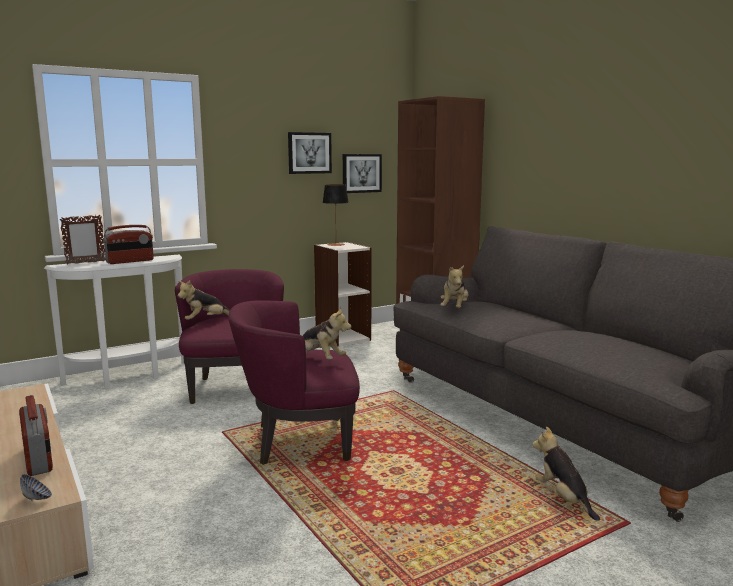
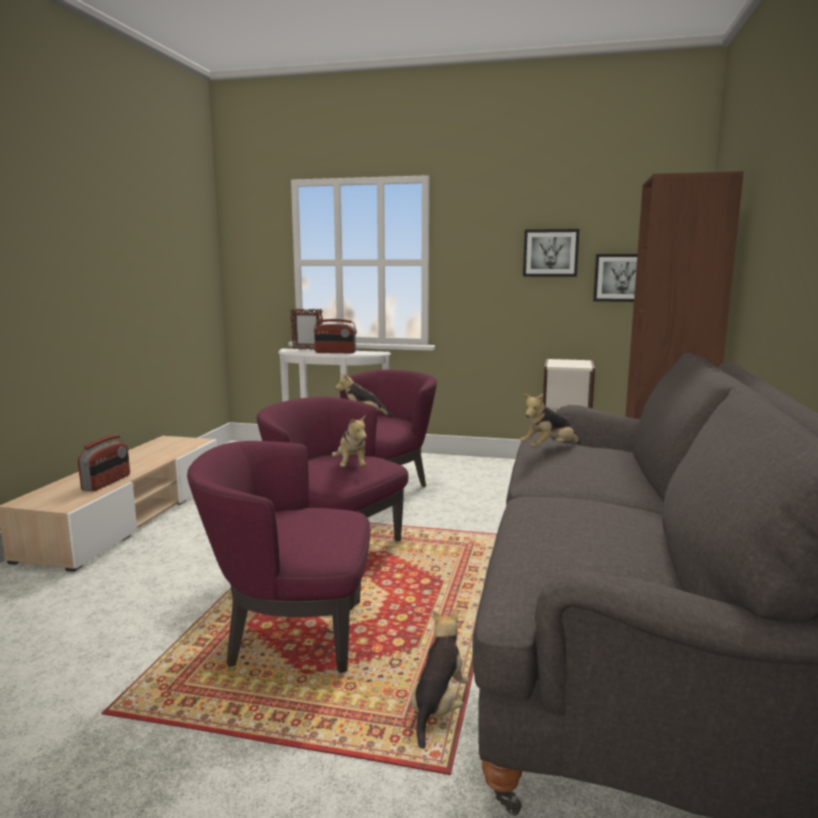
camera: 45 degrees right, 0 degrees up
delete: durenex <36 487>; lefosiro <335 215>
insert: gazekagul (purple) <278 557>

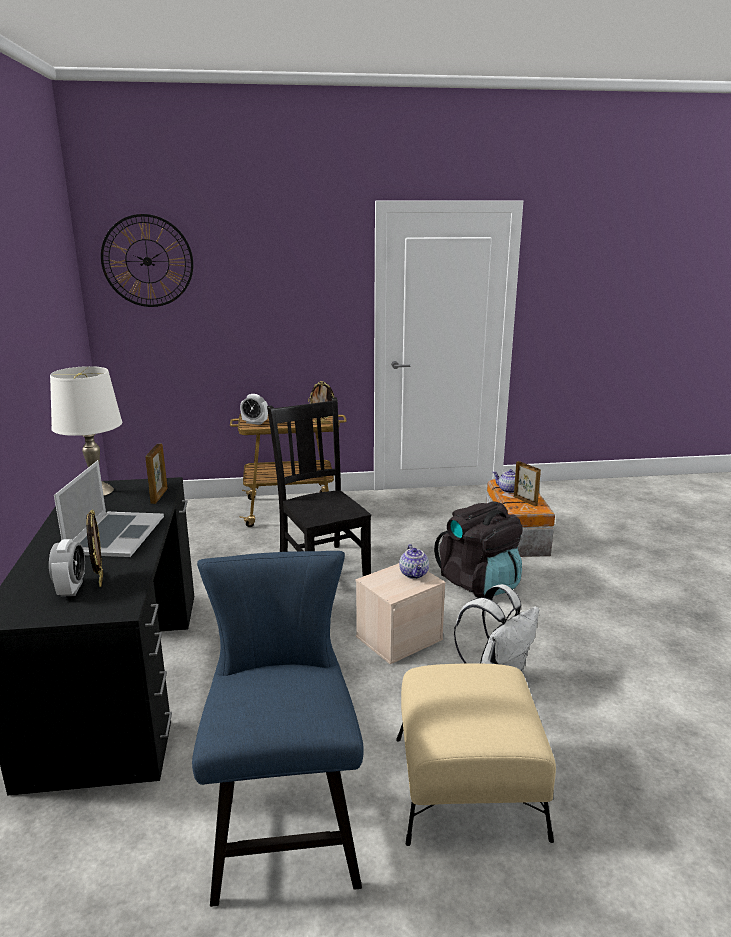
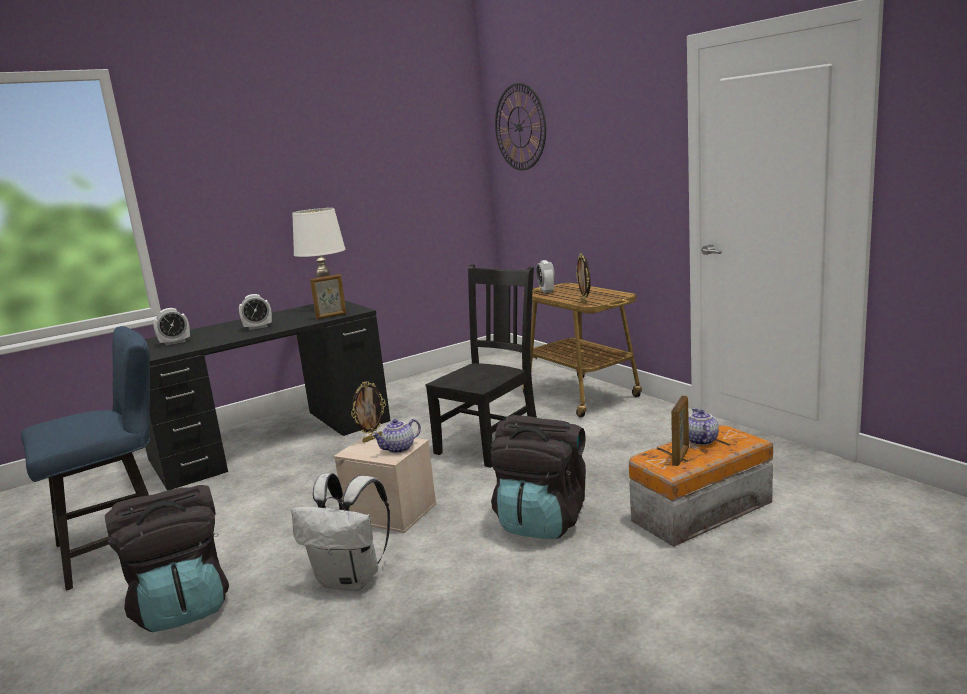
camera: 65 degrees right, 5 degrees down
move: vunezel <94 548> to <368 412>
replace: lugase <109 508> to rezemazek <255 312>; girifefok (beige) <476 754> to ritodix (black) <167 558>

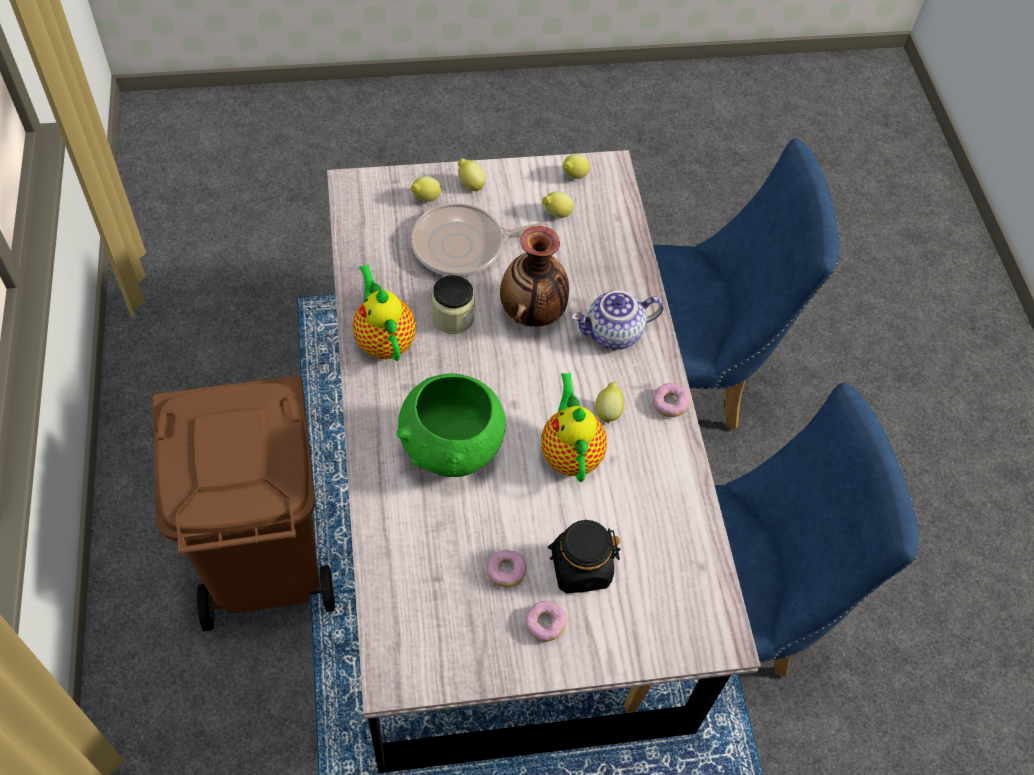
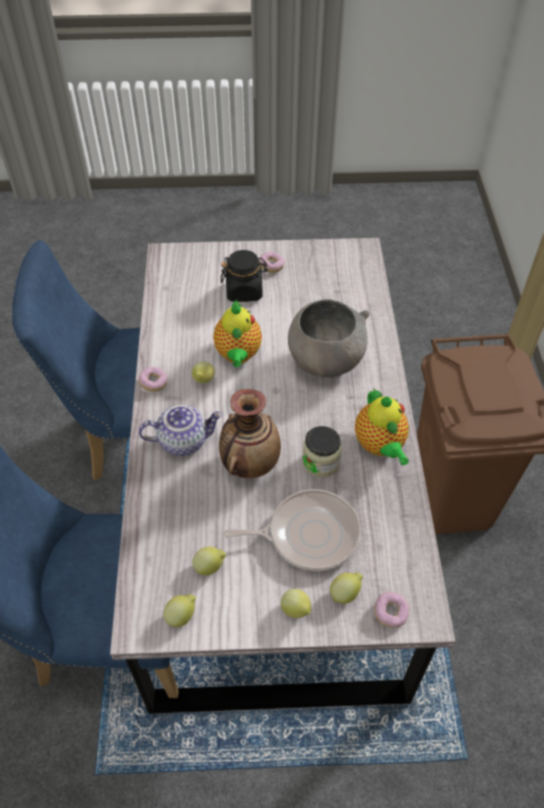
camera: 170 degrees left, 5 degrees down
move: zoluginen <506 568> to <391 610>
recolor: durenex (green) <451 425> to durenex (grey) <328 338>

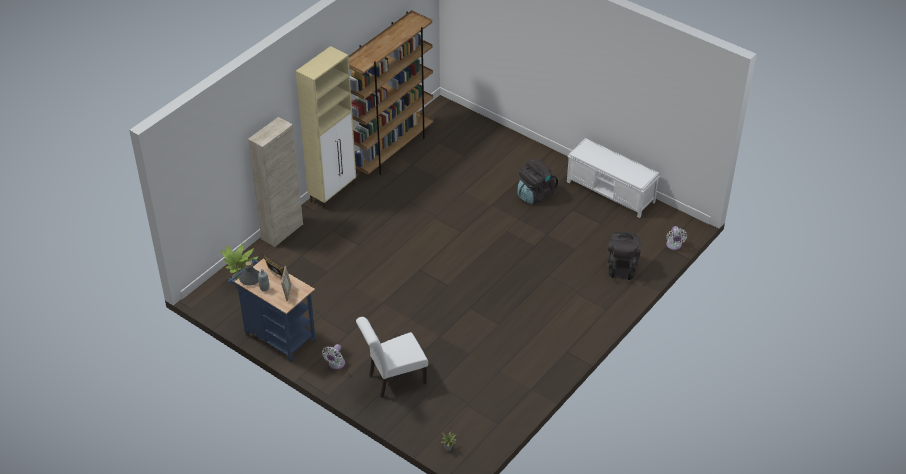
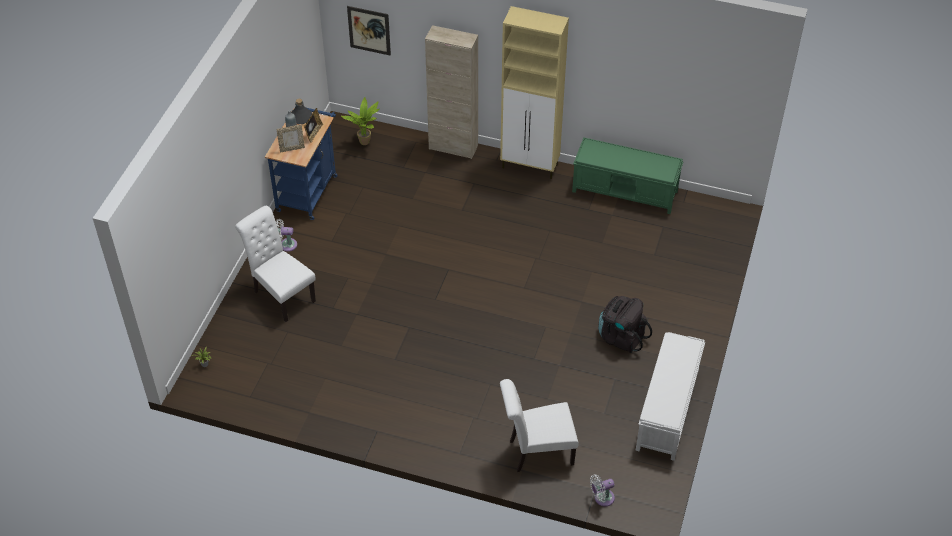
camera: 70 degrees right, 5 degrees up
insert: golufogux <369 31>
replace: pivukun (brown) <391 92> to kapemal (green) <627 175>; ritodix (black) <625 256> to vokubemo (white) <539 425>

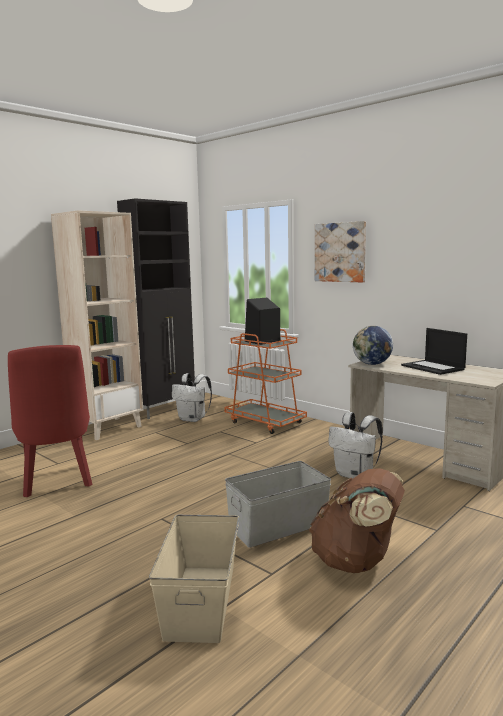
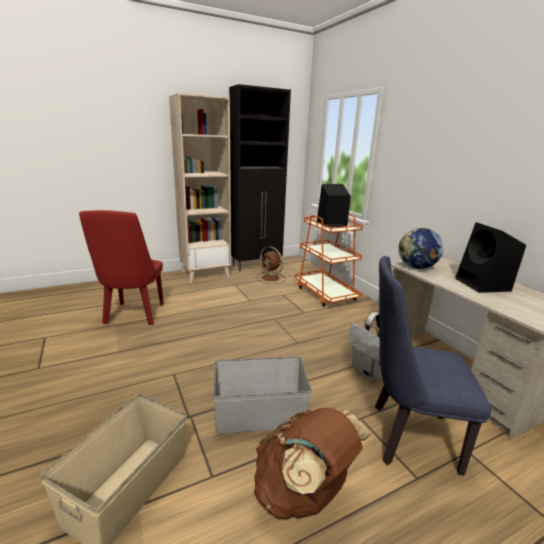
camera: 20 degrees right, 10 degrees up
delete: golufogux <340 251>
insert: vokubemo (blue) <433 366>
replace: ritodix (white) <192 397> to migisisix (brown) <271 265>; lugase <434 351> to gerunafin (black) <490 257>

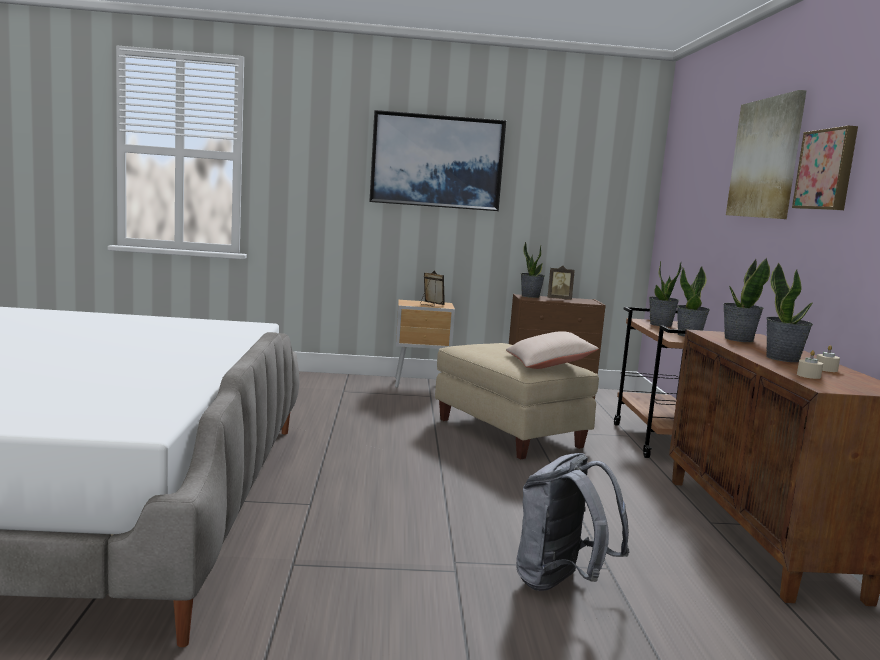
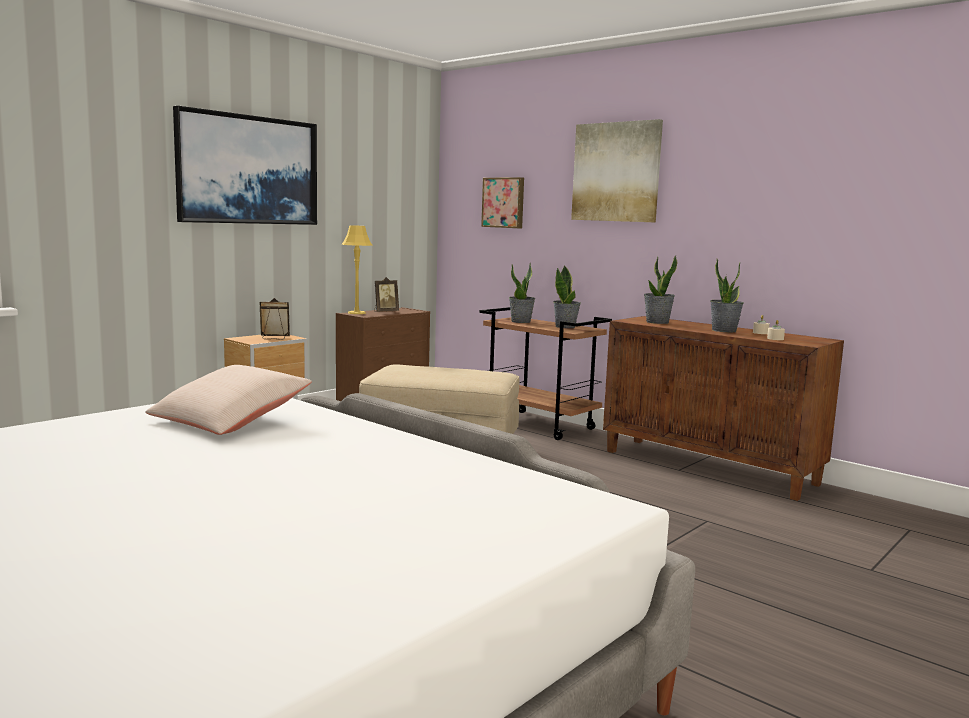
camera: 45 degrees left, 0 degrees up
delete: ritodix (grey) <572 522>
move: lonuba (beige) <552 350> to <228 400>; golufogux <825 168> to <502 202>
replace: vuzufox <532 270> to lefosiro (yellow) <357 269>

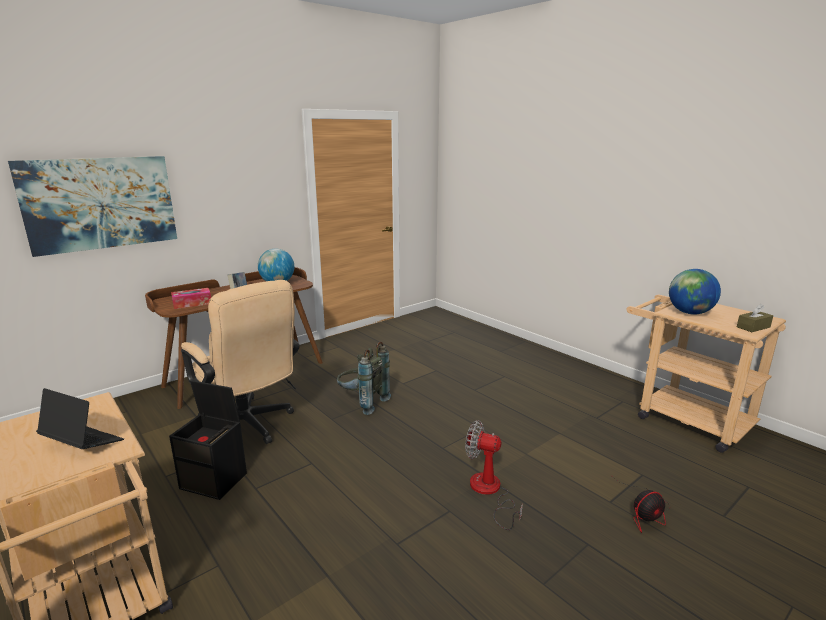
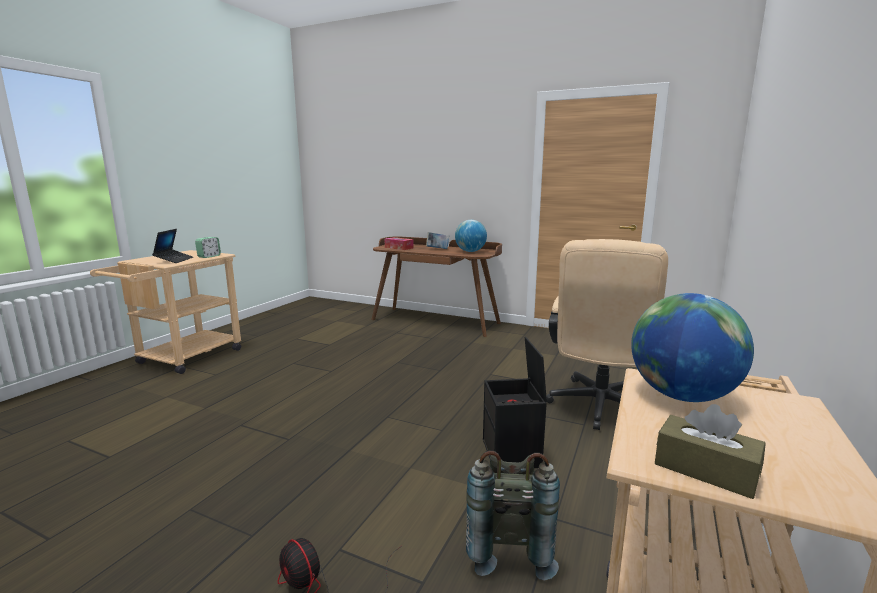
camera: 65 degrees right, 5 degrees down
delete: golufogux <92 206>; migisisix <494 475>
insert: rezemazek <208 247>
move: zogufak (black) <208 440> to <515 402>; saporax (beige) <240 362> to <607 334>; ritodix (grey) <364 378> to <513 515>

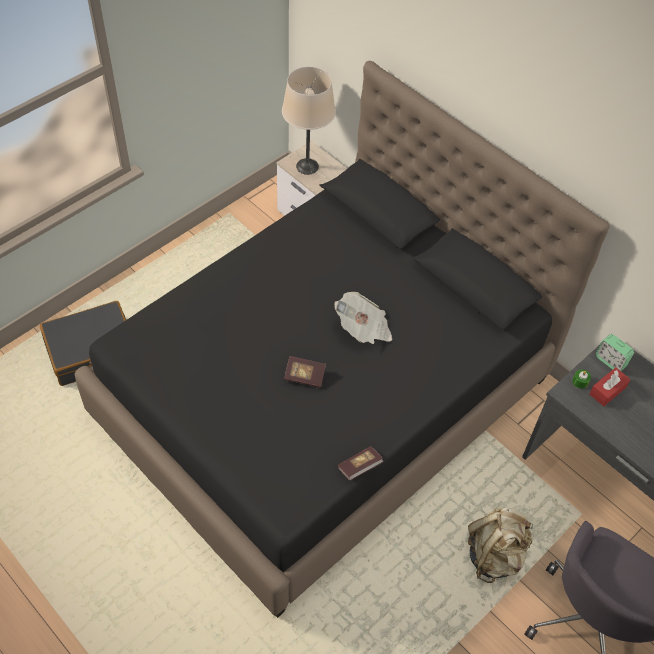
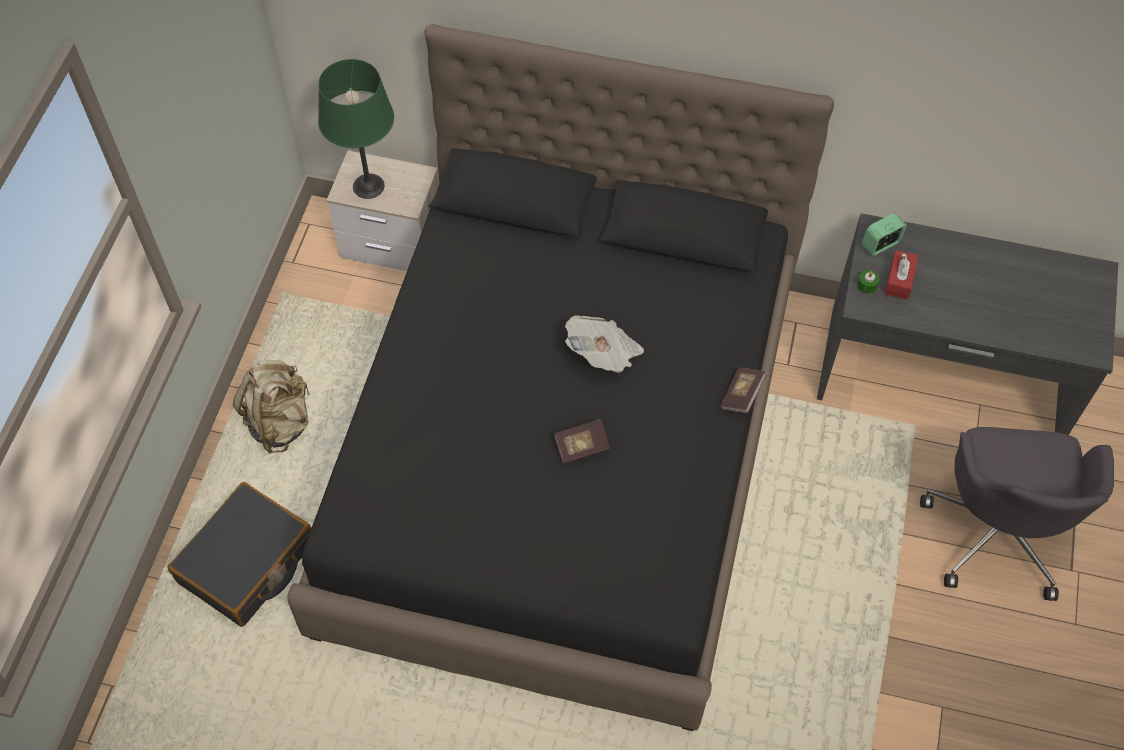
camera: 30 degrees left, 5 degrees up
move: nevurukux <360 463> to <743 390>; ritodix (beige) <500 545> to <271 407>
recolor: lefosiro (beige) <309 121> to lefosiro (green) <356 129>
rotate: rezemazek <615 352> = <884 234> 135 degrees clockwise

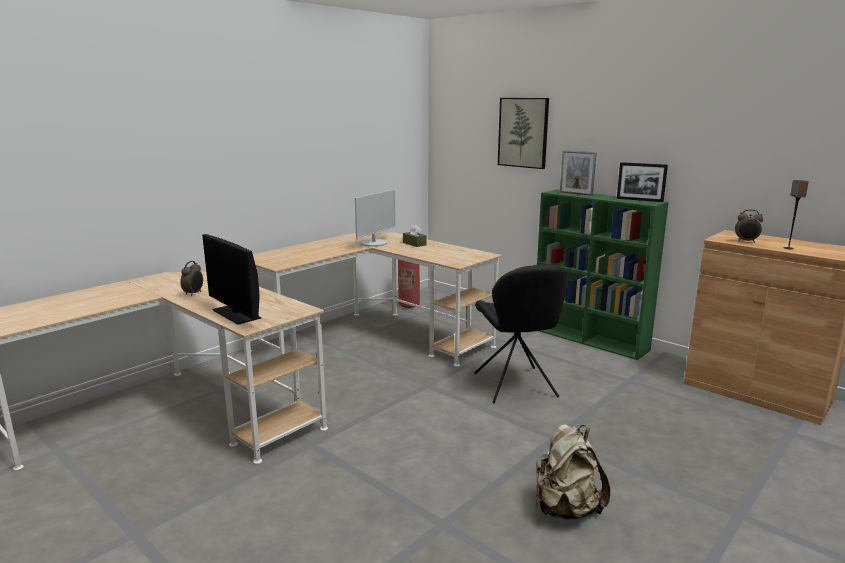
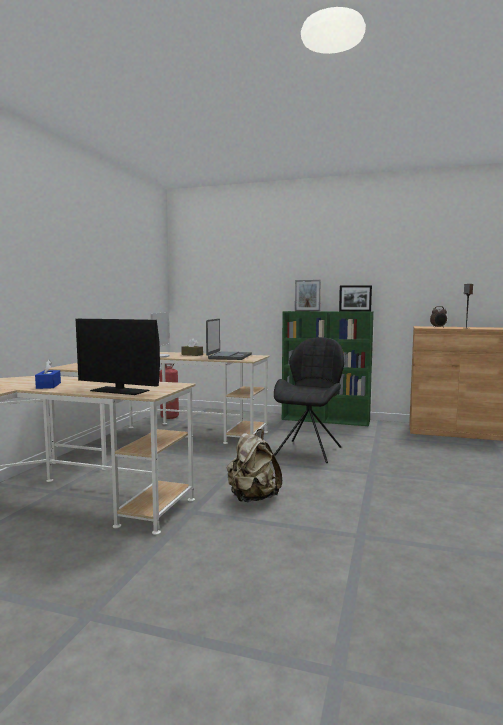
camera: 25 degrees left, 10 degrees down
delete: golufogux <523 133>
insert: lugase <229 339>
move: ritodix (beige) <572 472> to <254 465>
replace: rezemazek <191 278> to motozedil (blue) <48 374>
rotate: vokubemo (black) <521 333> = <309 400> 120 degrees counterclockwise

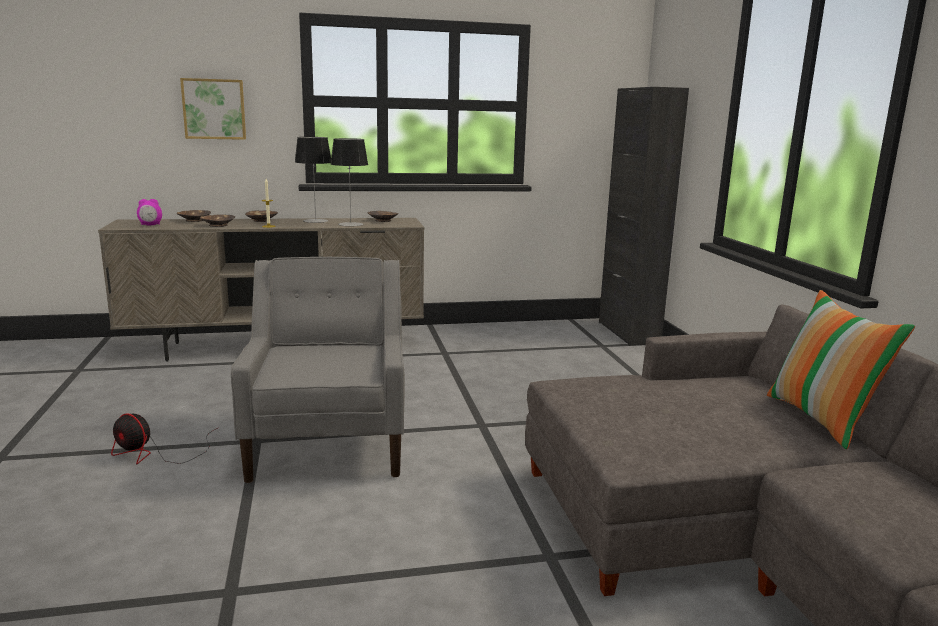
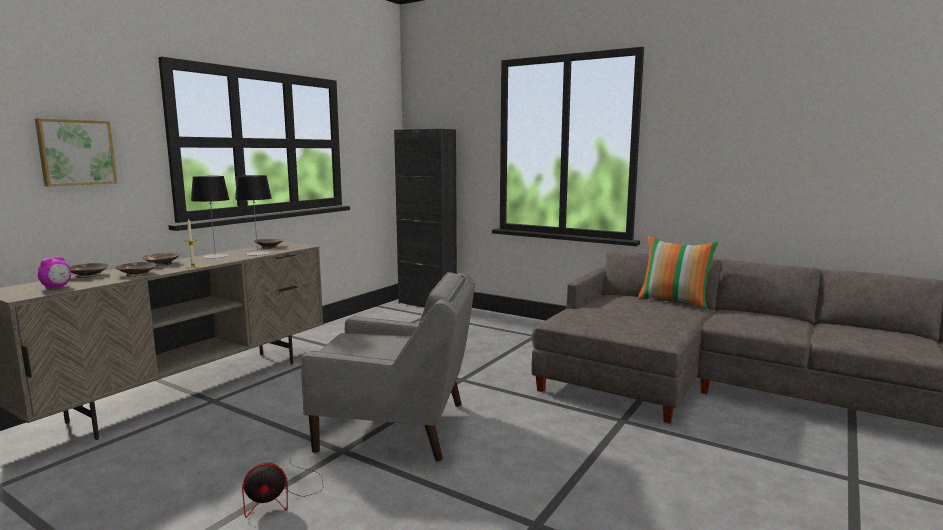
camera: 45 degrees left, 5 degrees down
rotate: gazekagul (grey) <318 370> = <388 366> 150 degrees clockwise

